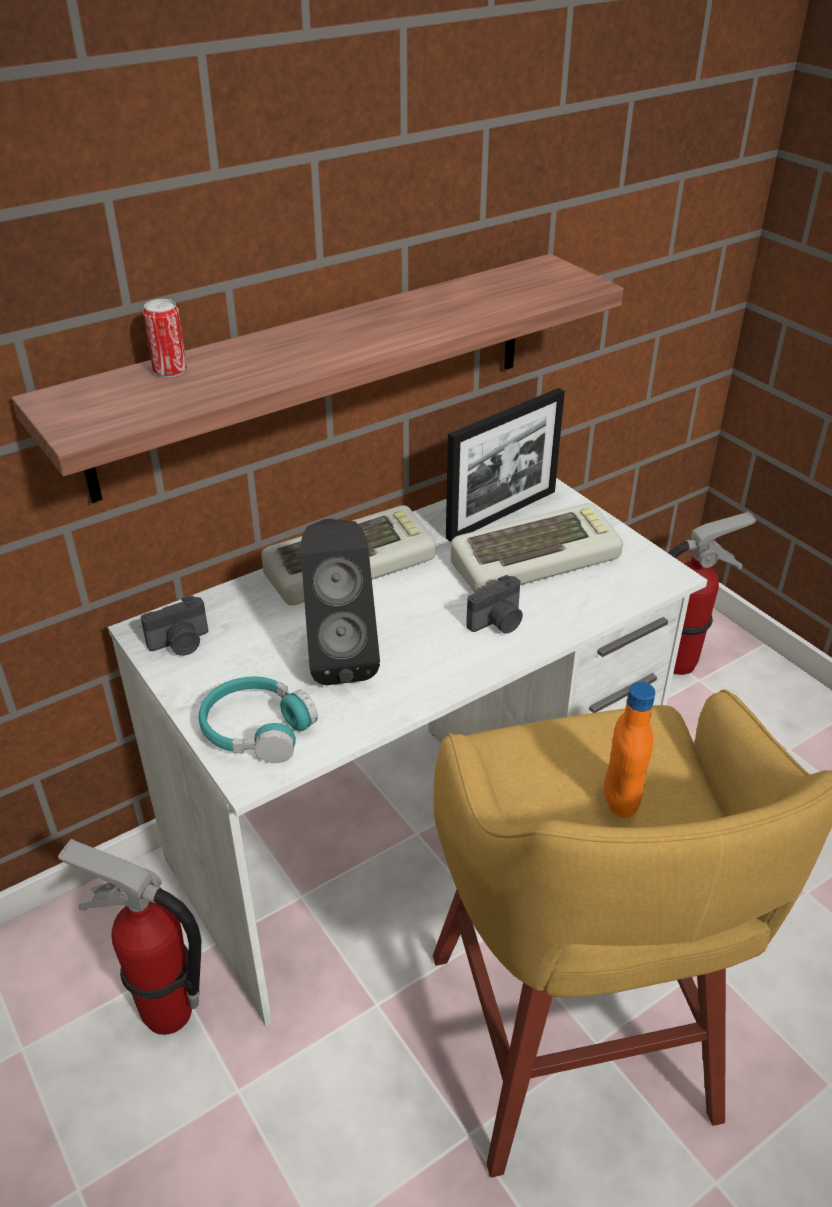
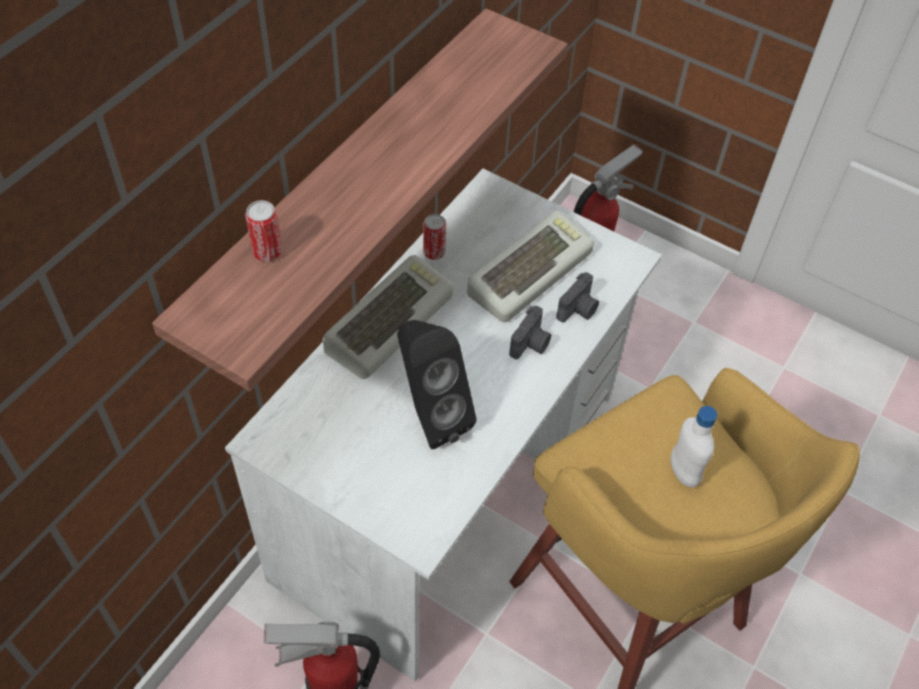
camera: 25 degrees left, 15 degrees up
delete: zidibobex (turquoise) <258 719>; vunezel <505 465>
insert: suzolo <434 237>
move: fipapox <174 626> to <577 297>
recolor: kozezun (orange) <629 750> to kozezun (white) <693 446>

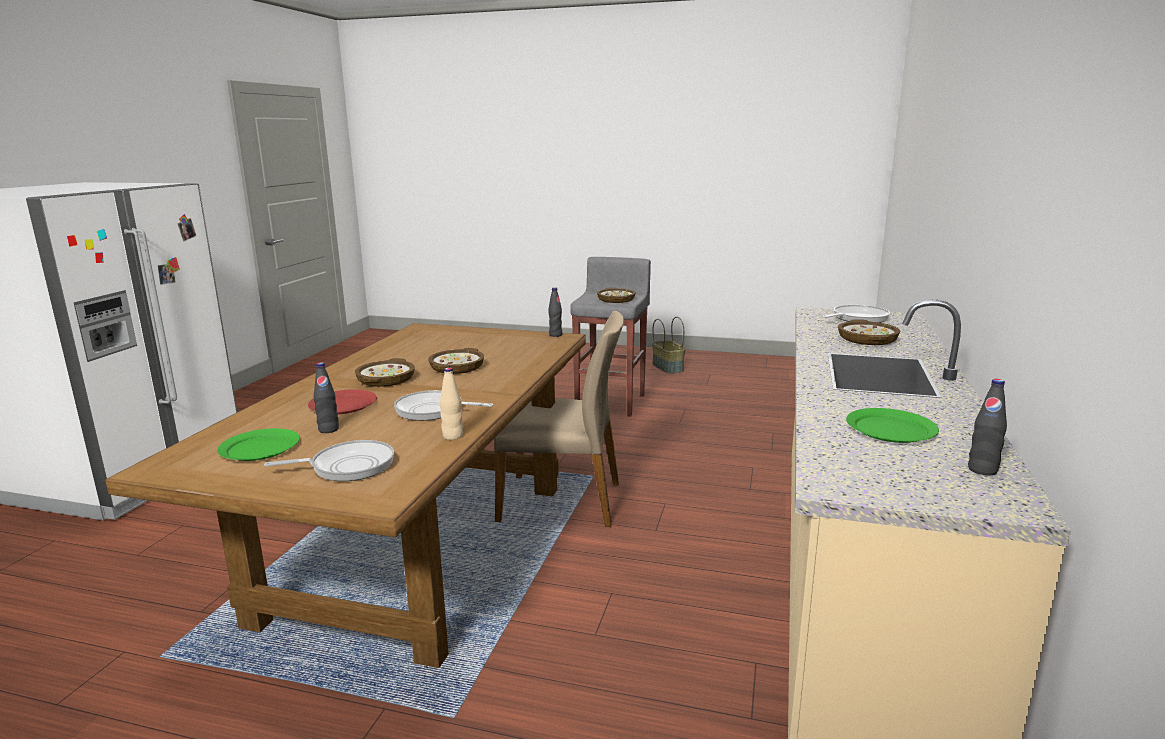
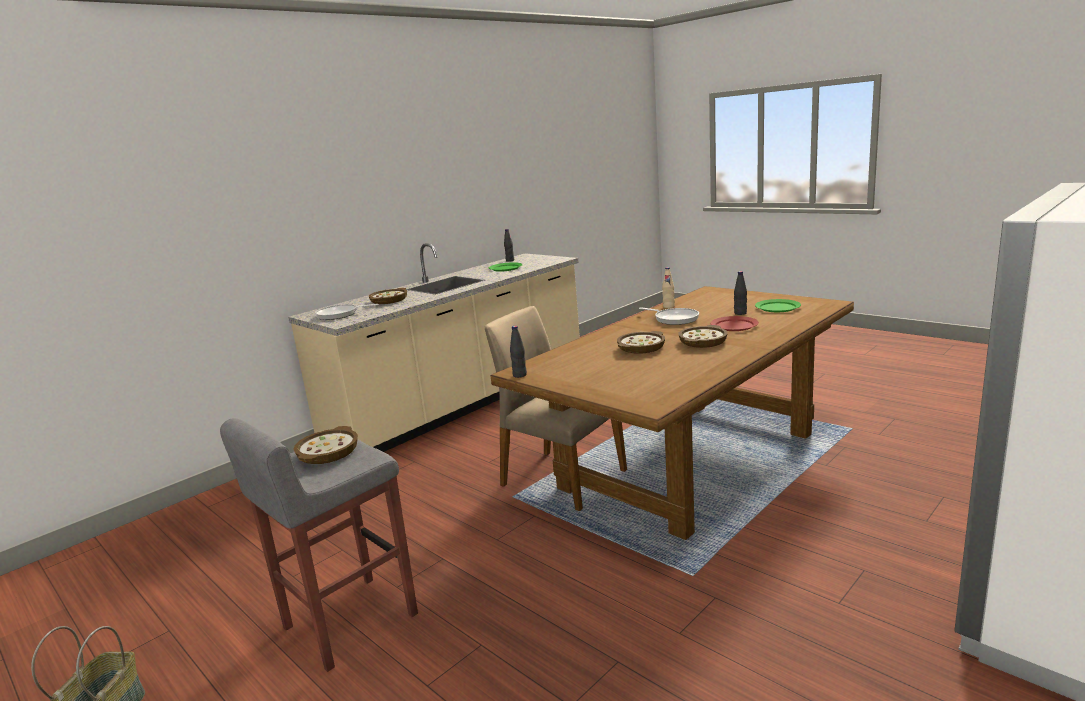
camera: 150 degrees left, 0 degrees up
delete: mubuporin <329 460>

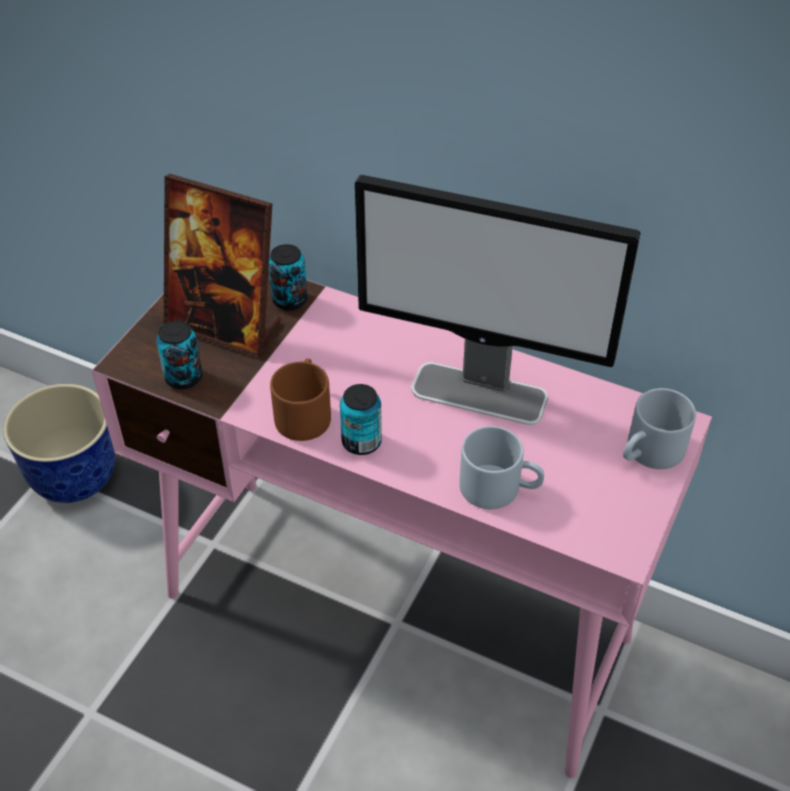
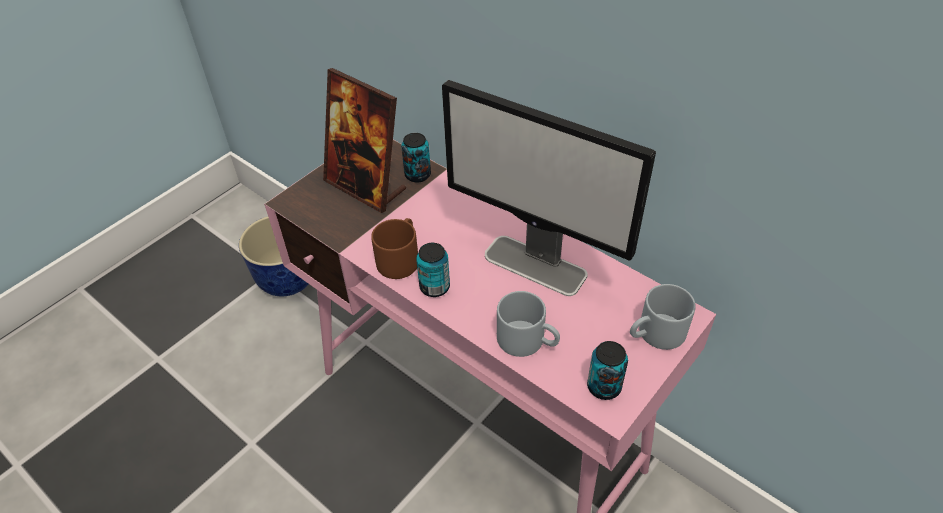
camera: 15 degrees right, 0 degrees up
move: suzolo <179 354> to <607 370>

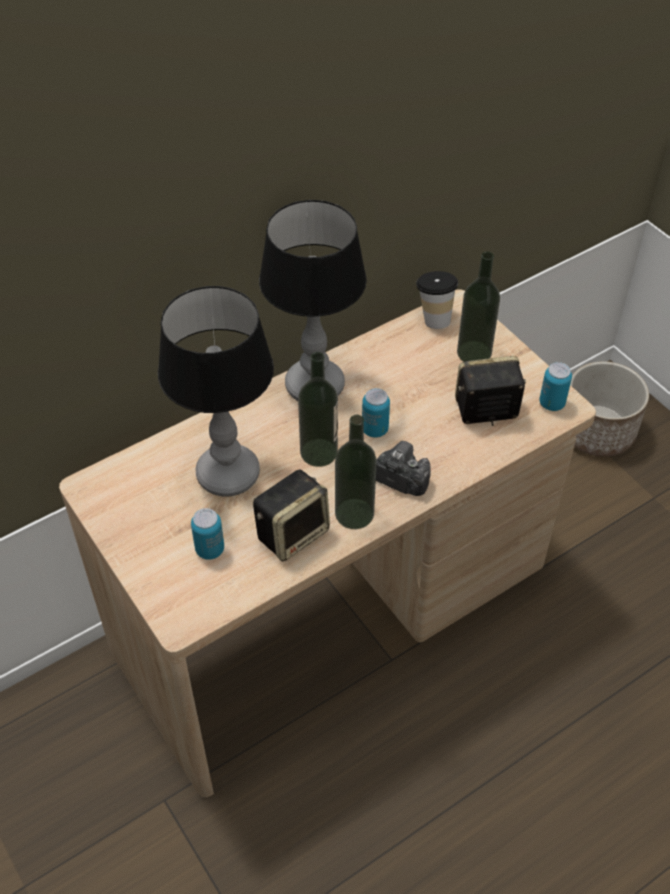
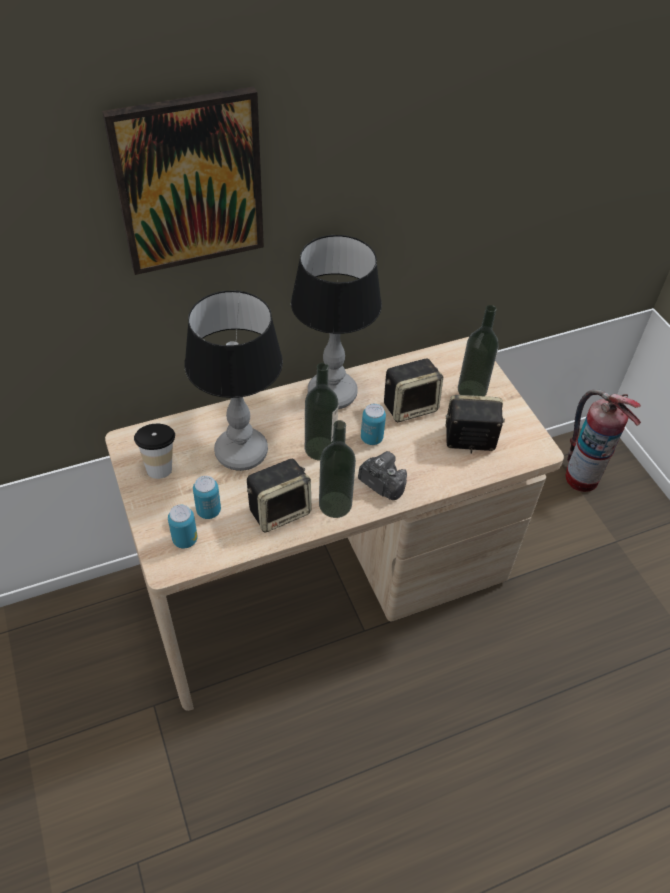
camera: 10 degrees right, 0 degrees up
insert: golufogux <183 181>; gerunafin <413 390>
move: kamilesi <437 300> to <154 451>; suzolo <555 386> to <183 527>
replace: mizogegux <609 408> to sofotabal <603 440>

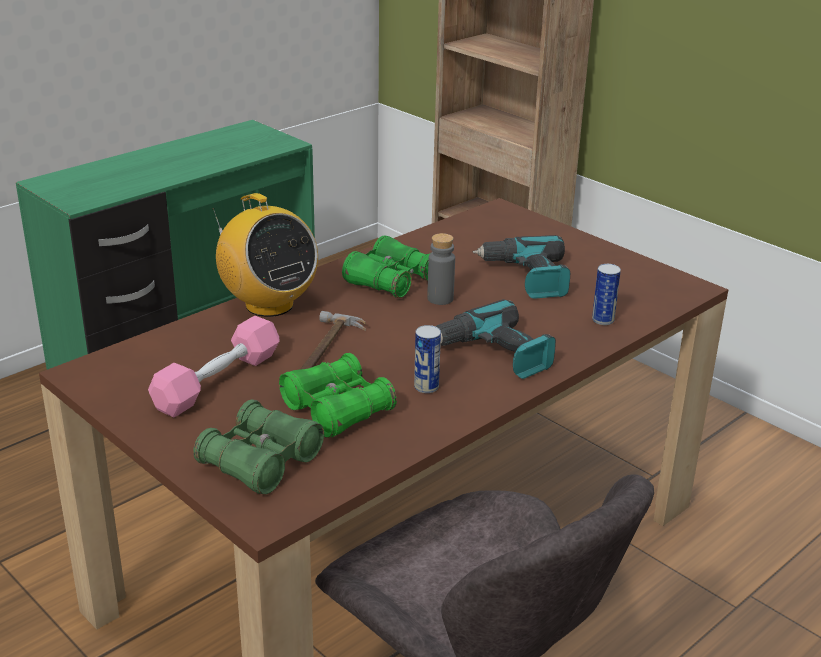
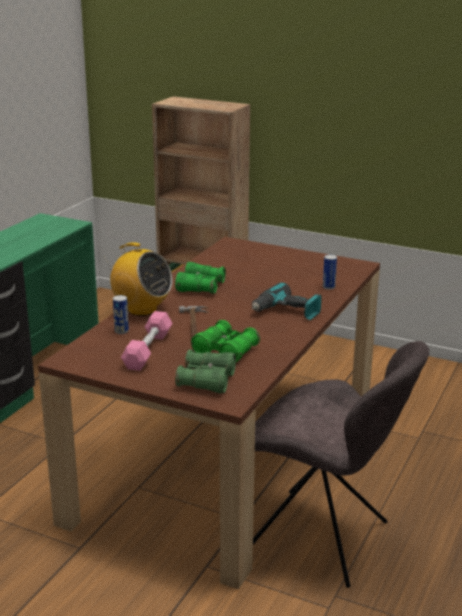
camera: 20 degrees left, 5 degrees down
delete: kozezun (grey) <441 269>; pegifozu <521 267>
move: suzolo <427 359> to <121 314>

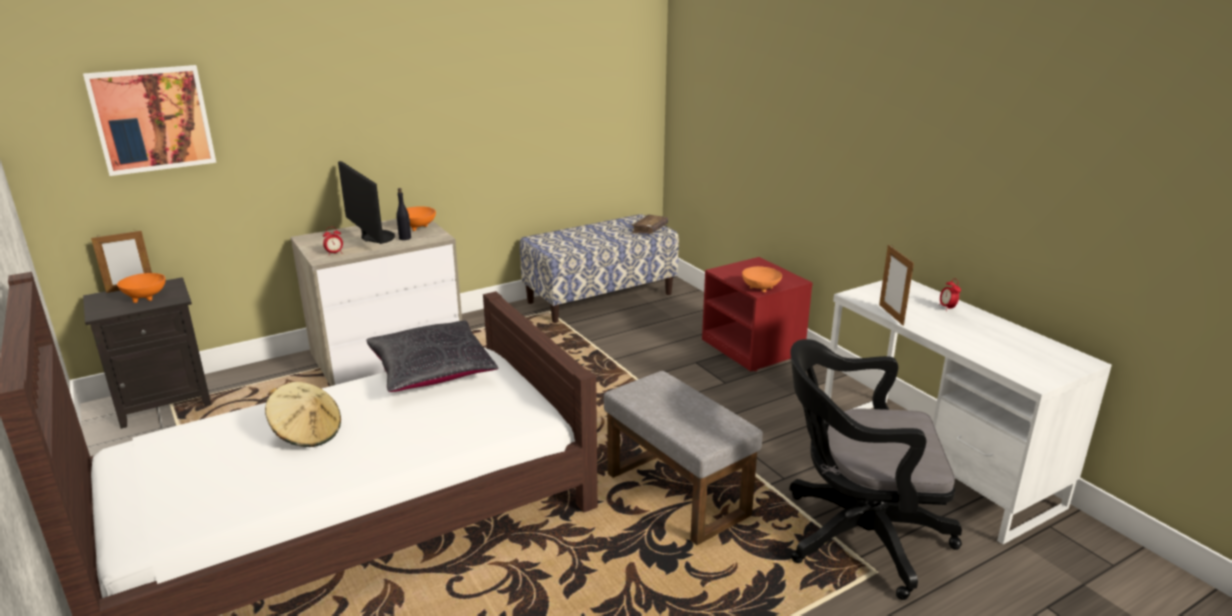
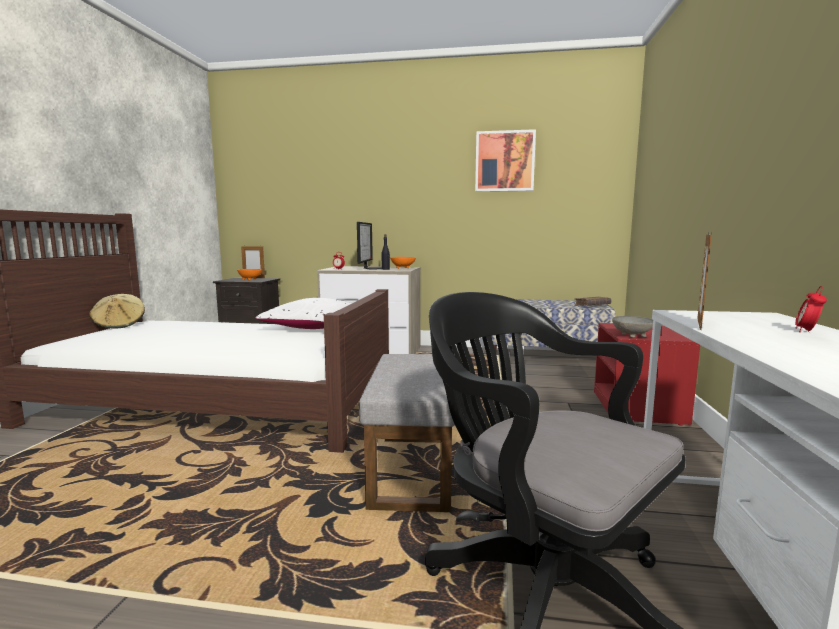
camera: 40 degrees right, 15 degrees down
move: golufogux <149 120> to <505 160>; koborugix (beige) <303 414> to <117 311>
recolor: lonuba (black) <433 356> to lonuba (white) <304 313>; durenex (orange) <762 279> to durenex (grey) <632 327>

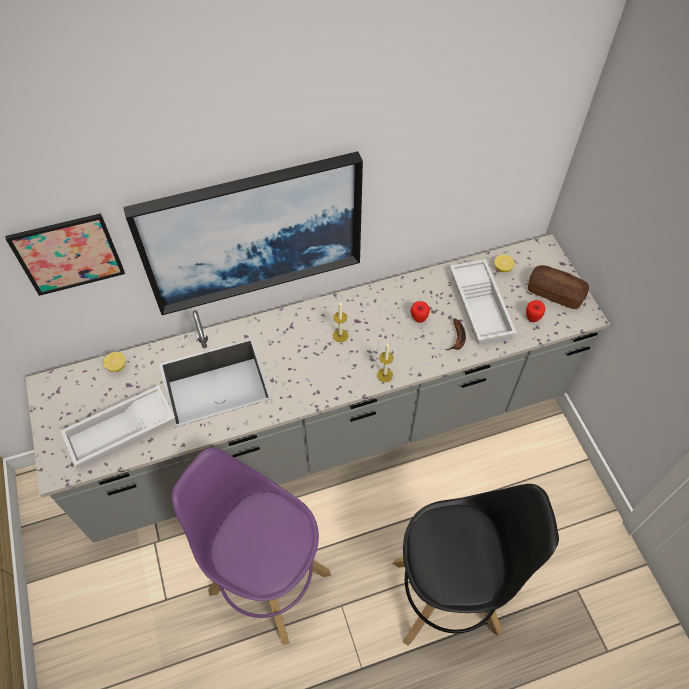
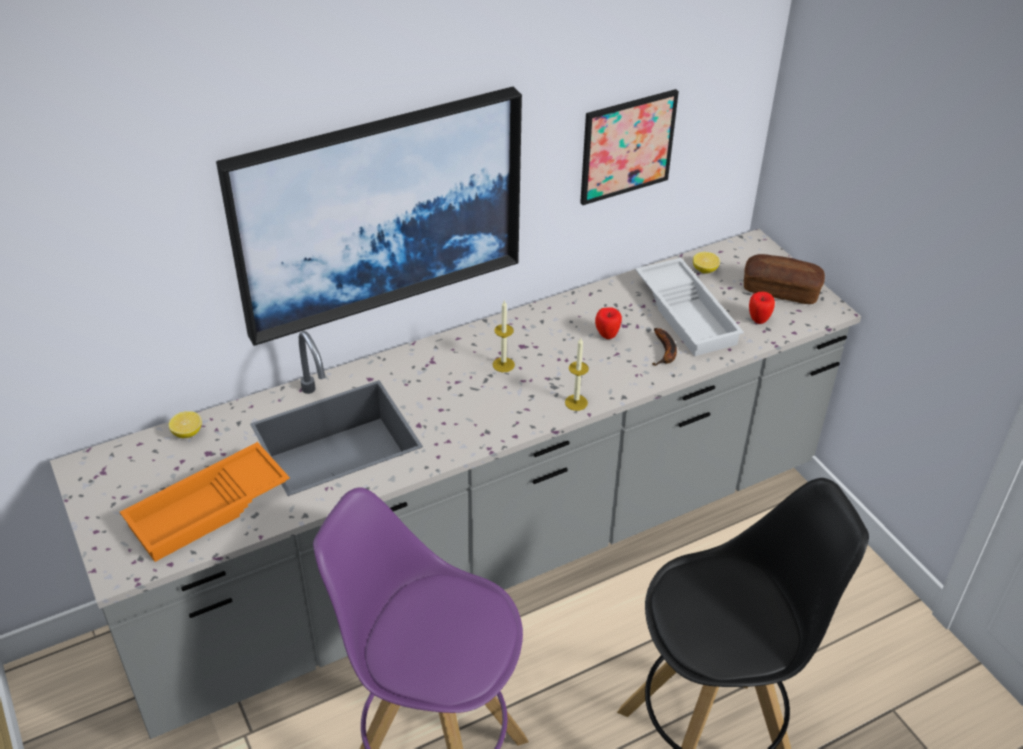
camera: 10 degrees left, 15 degrees down
move: golufogux <65 254> to <629 147>
recolor: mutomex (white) <117 427> to mutomex (orange) <205 502>

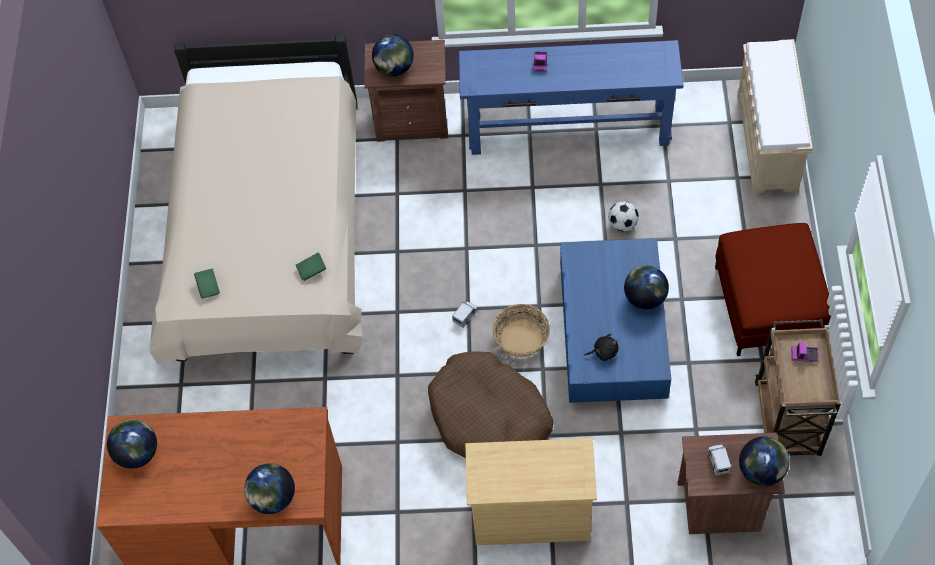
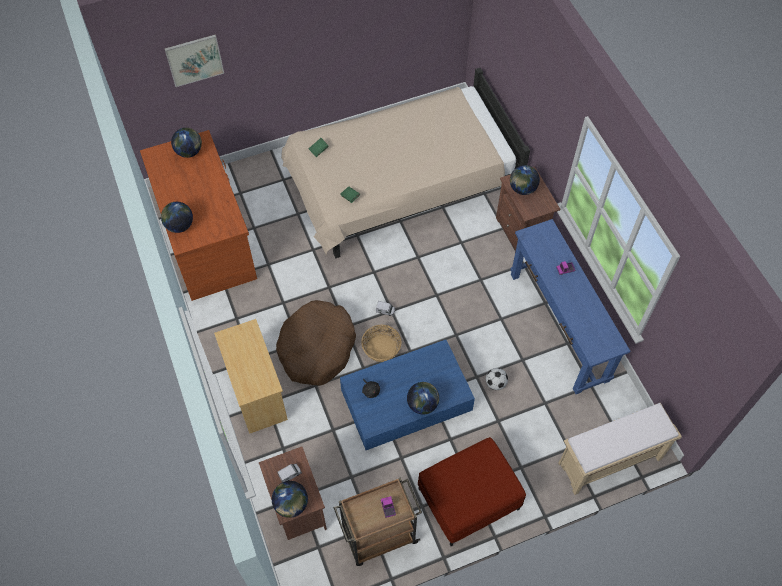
camera: 65 degrees right, 0 degrees up
insert: golufogux <194 61>

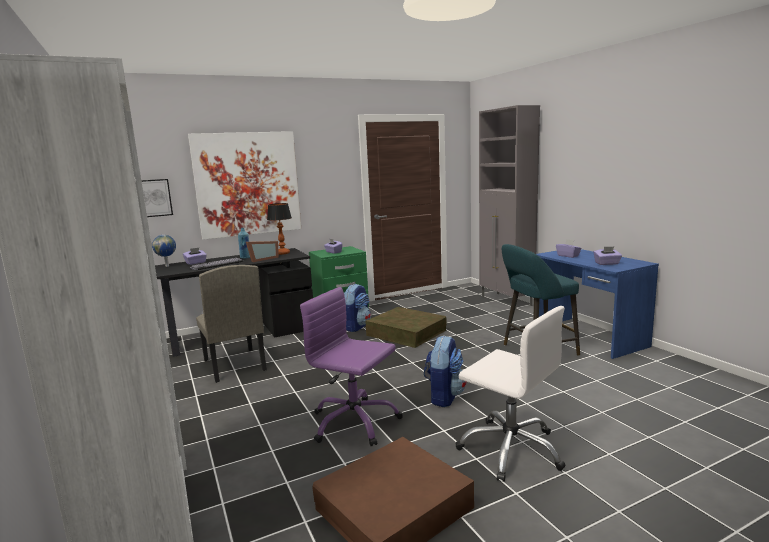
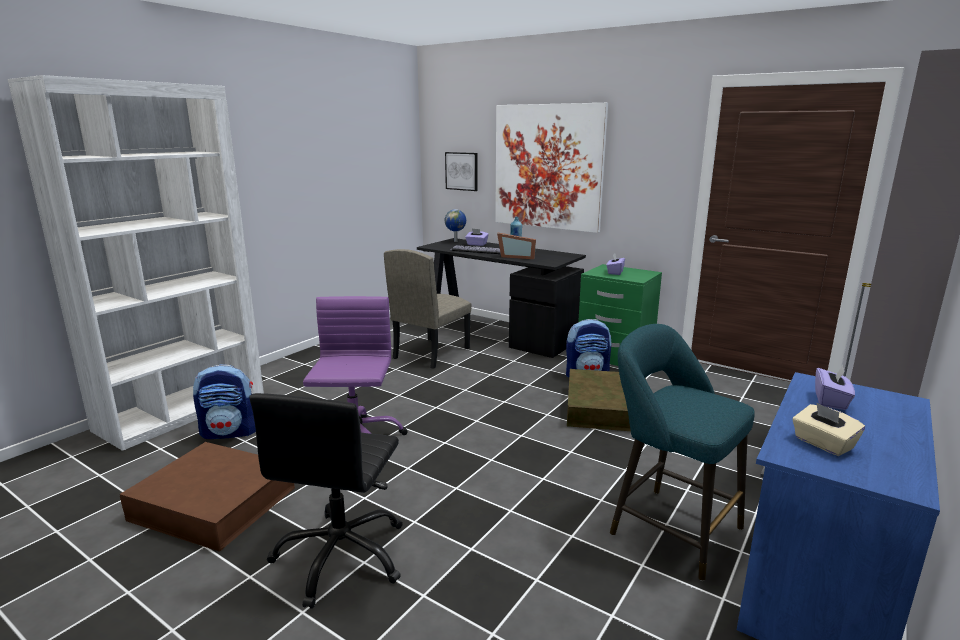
camera: 60 degrees right, 5 degrees up
delete: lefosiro <279 229>
move: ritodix <445 371> to <224 401>
recolor: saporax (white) <511 394> to saporax (black) <326 501>; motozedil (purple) <607 255> to motozedil (beige) <828 429>

